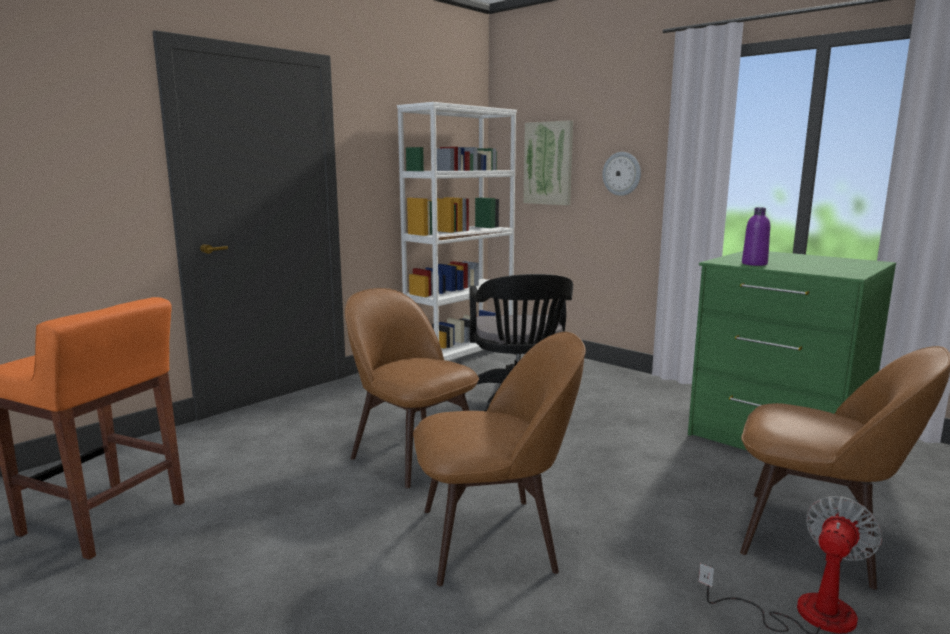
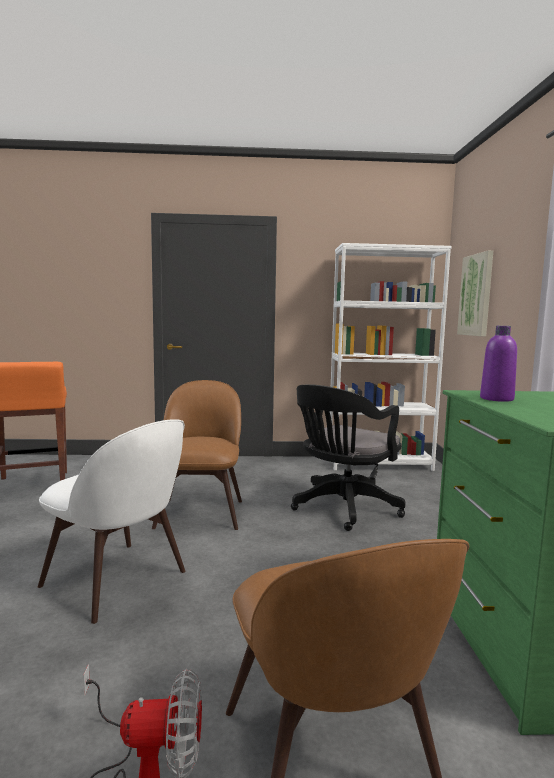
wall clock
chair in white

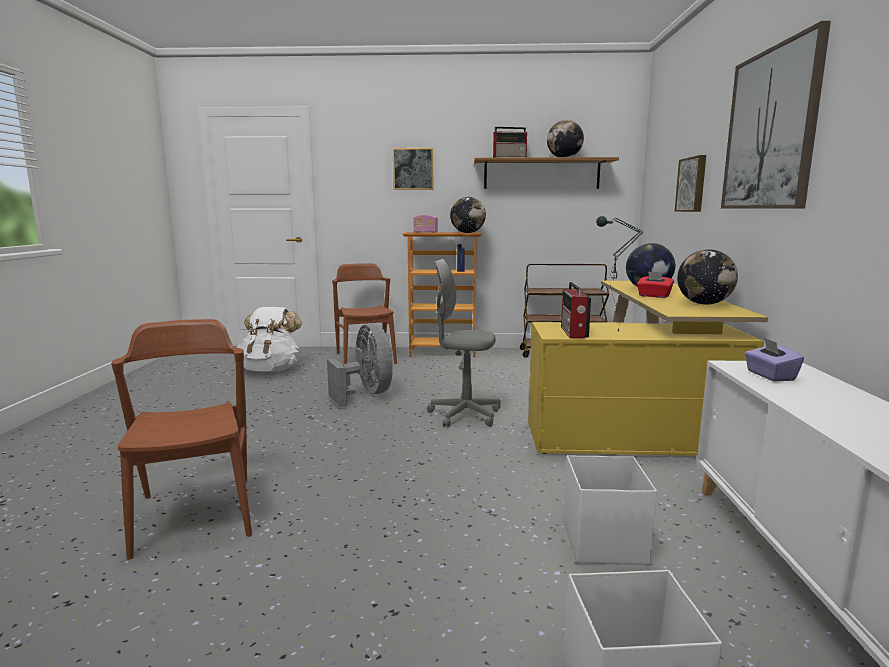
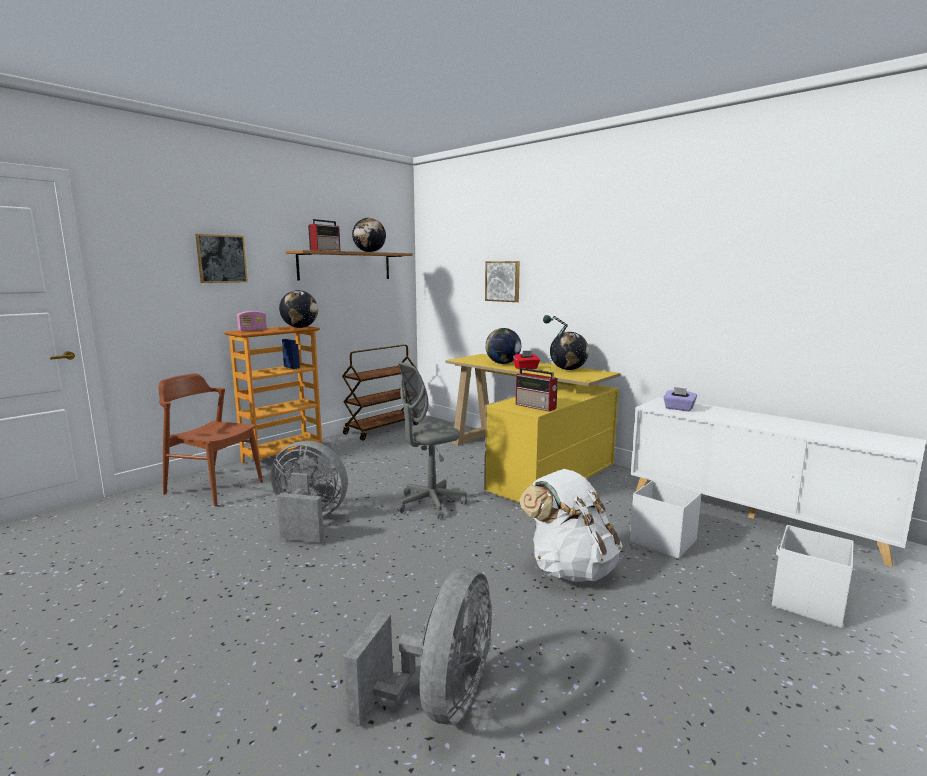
picture (no. 3 from left in the first image)
backpack in white
fan in grey (no. 2 from left)

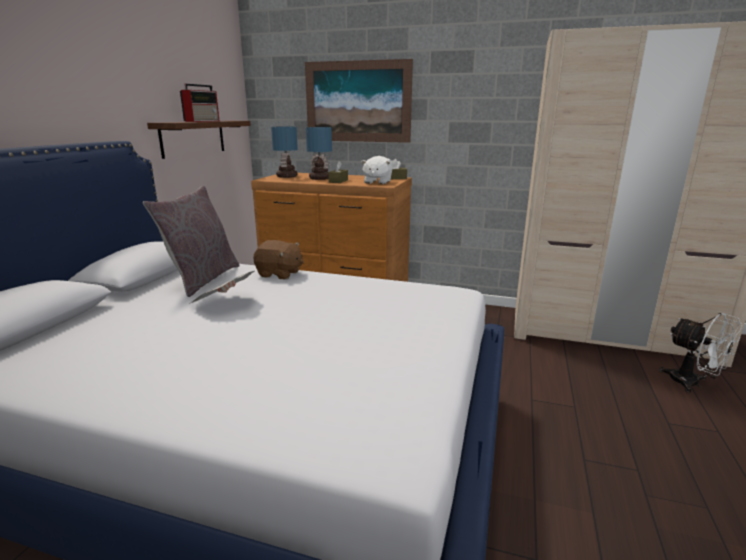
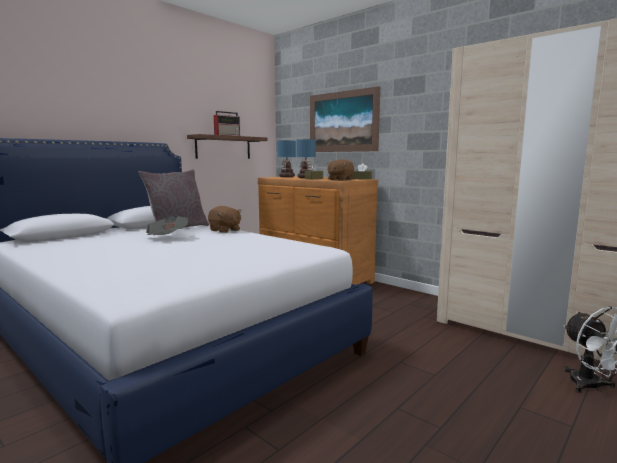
plush toy in brown (no. 2 from left)

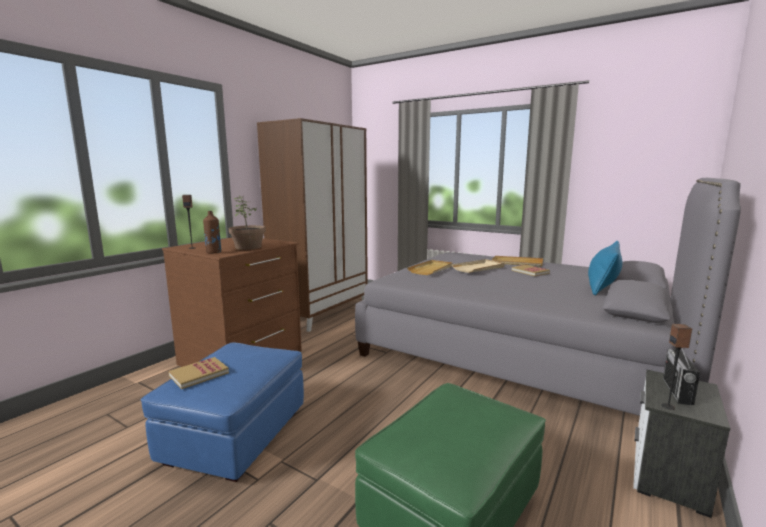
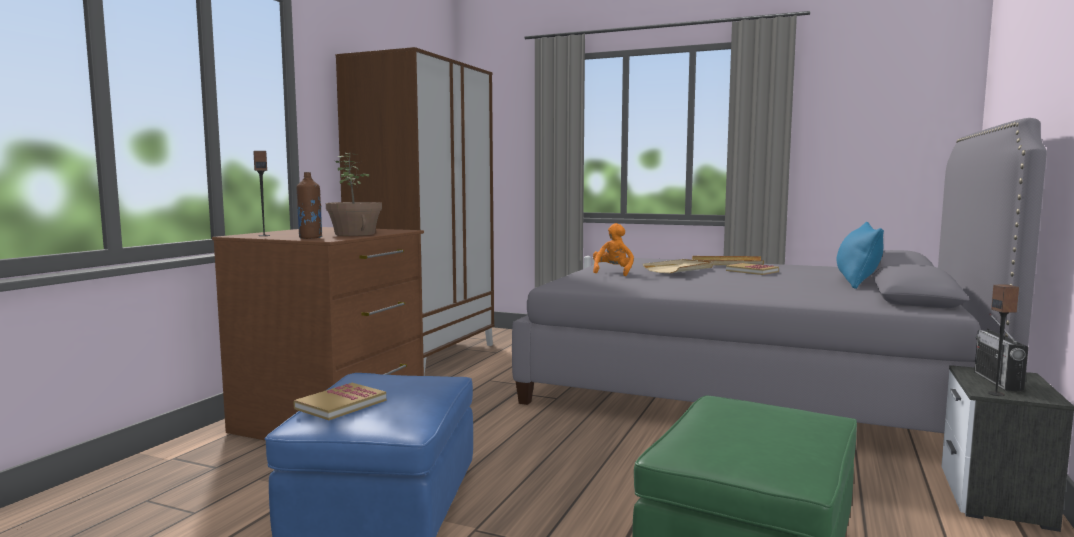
plush toy in orange

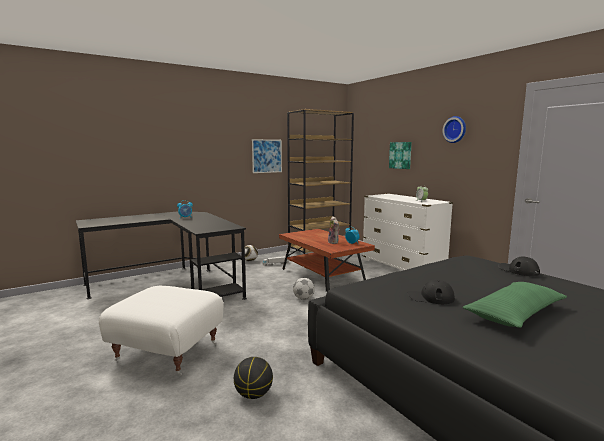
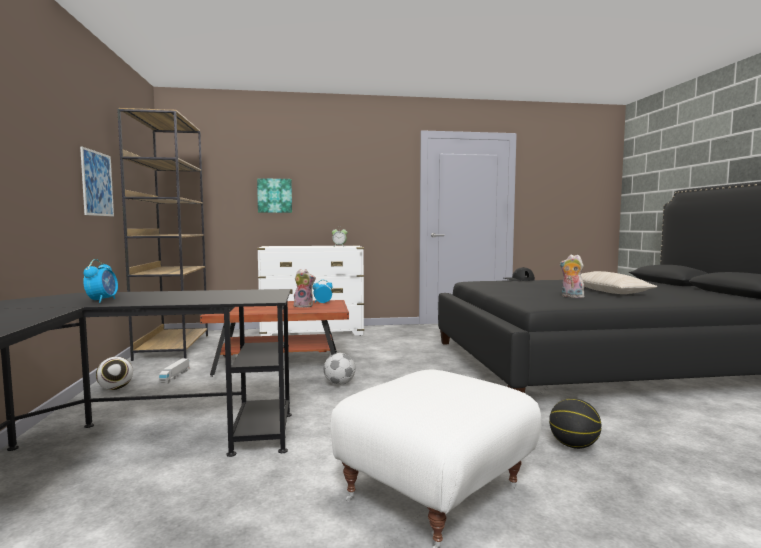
wall clock
plush toy (no. 2 from left)
pillow in beige

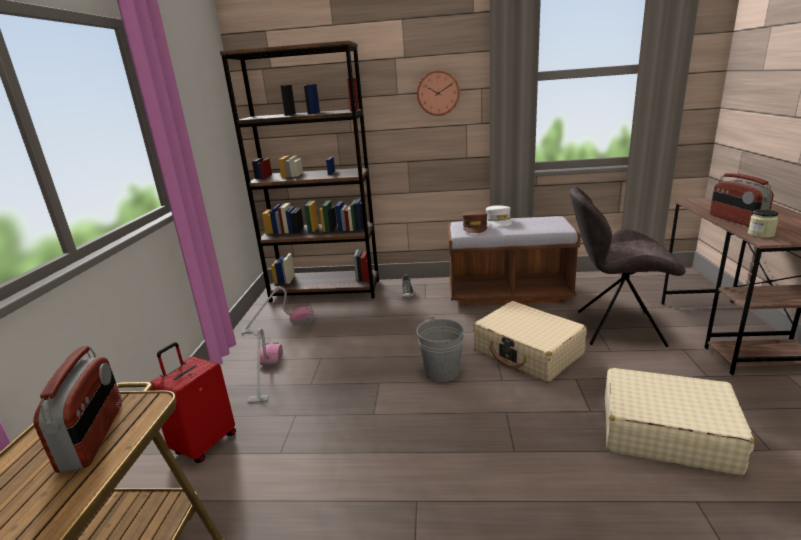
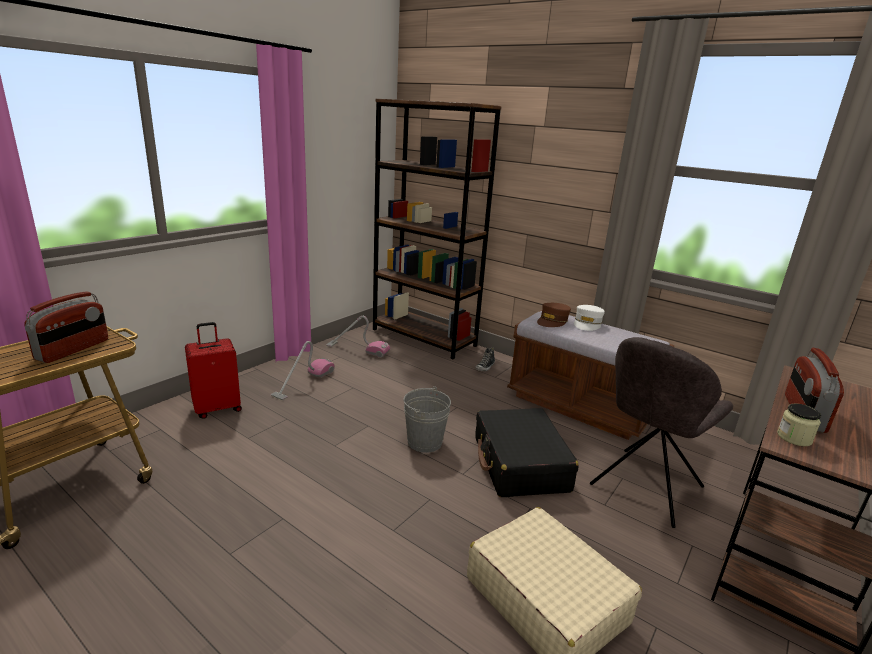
wall clock
chair in grey
suitcase in black

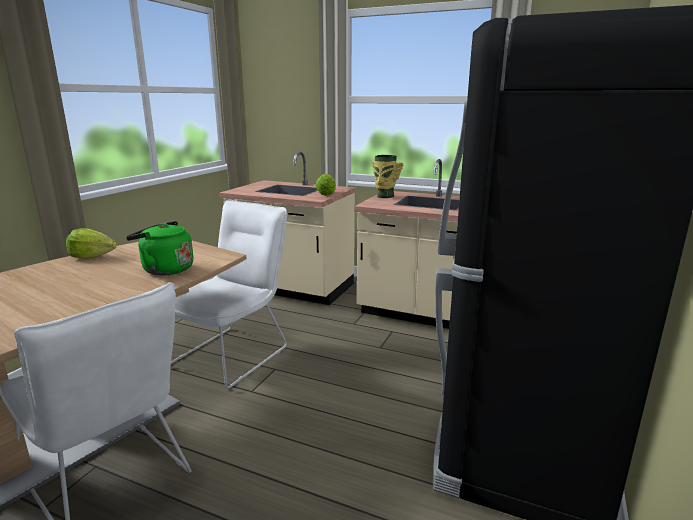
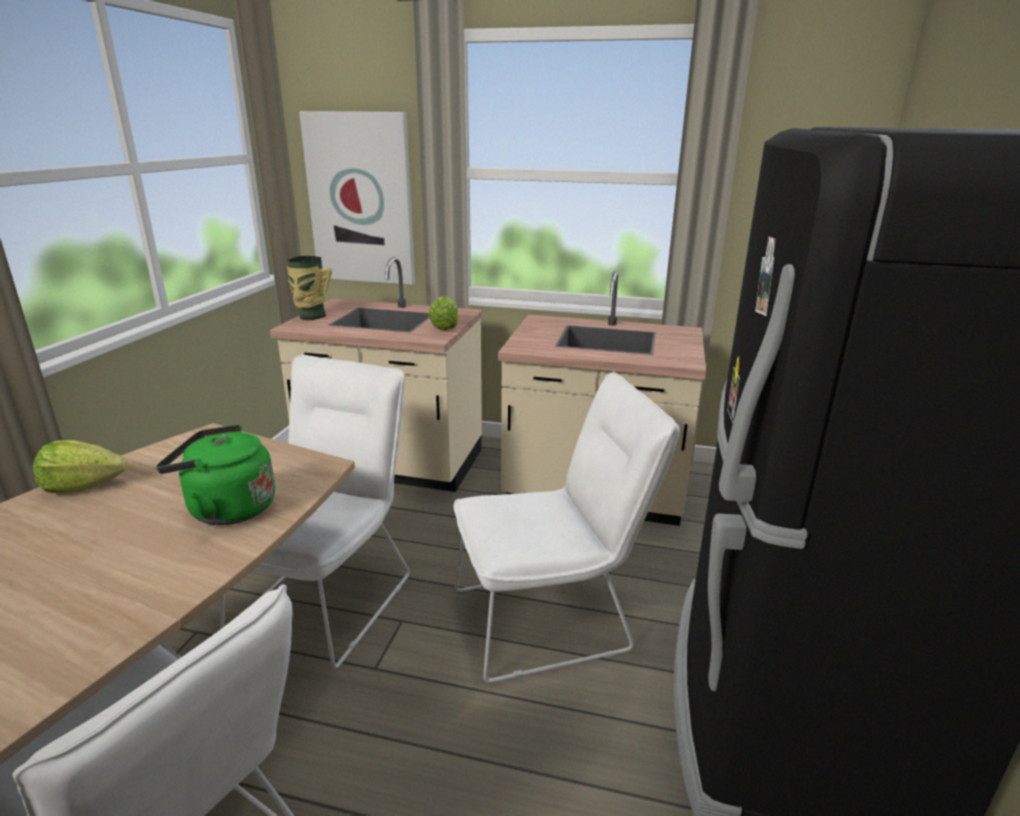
vase
picture
chair in white (no. 3 from left)

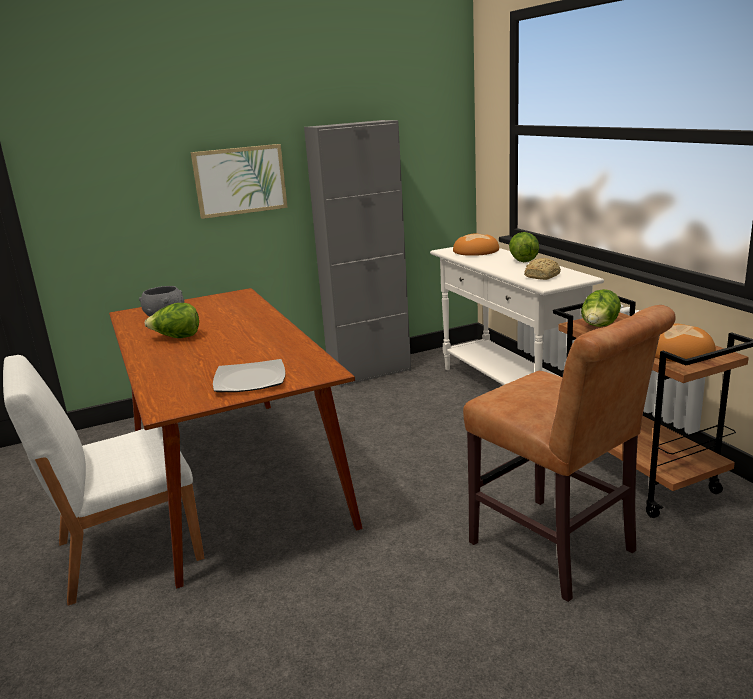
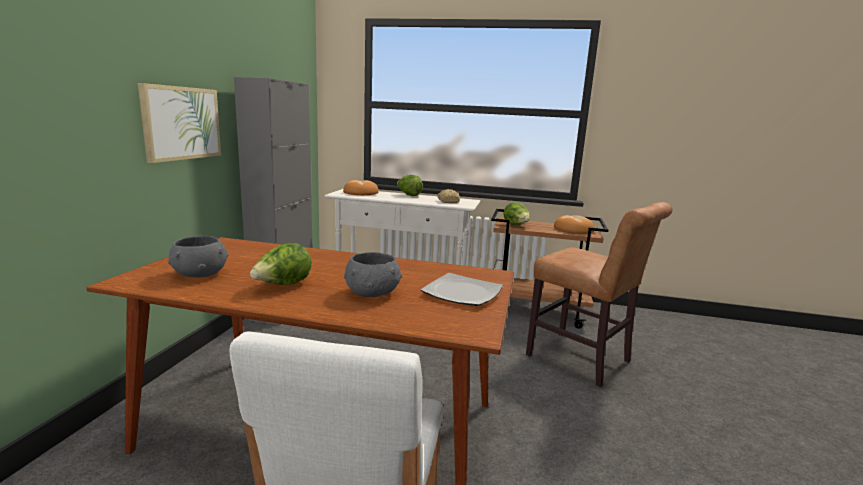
chair in brown
bowl in grey (no. 2 from left)

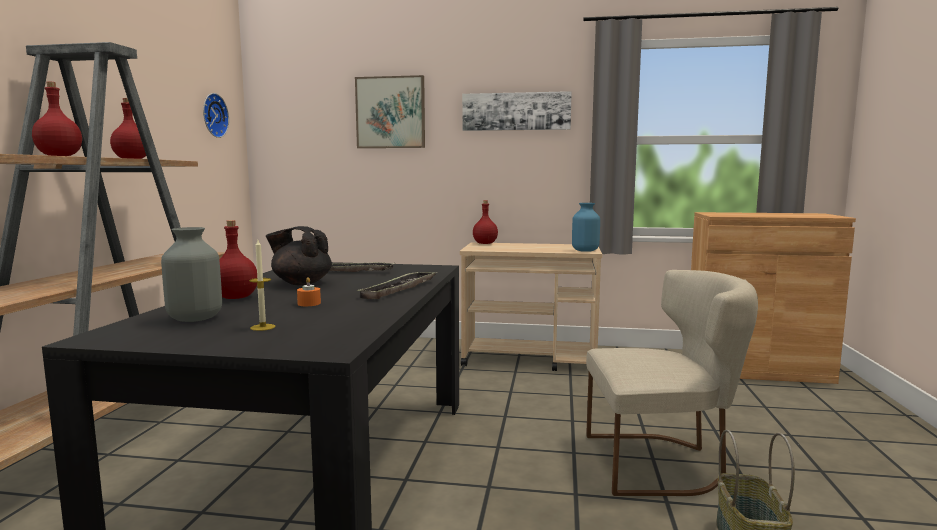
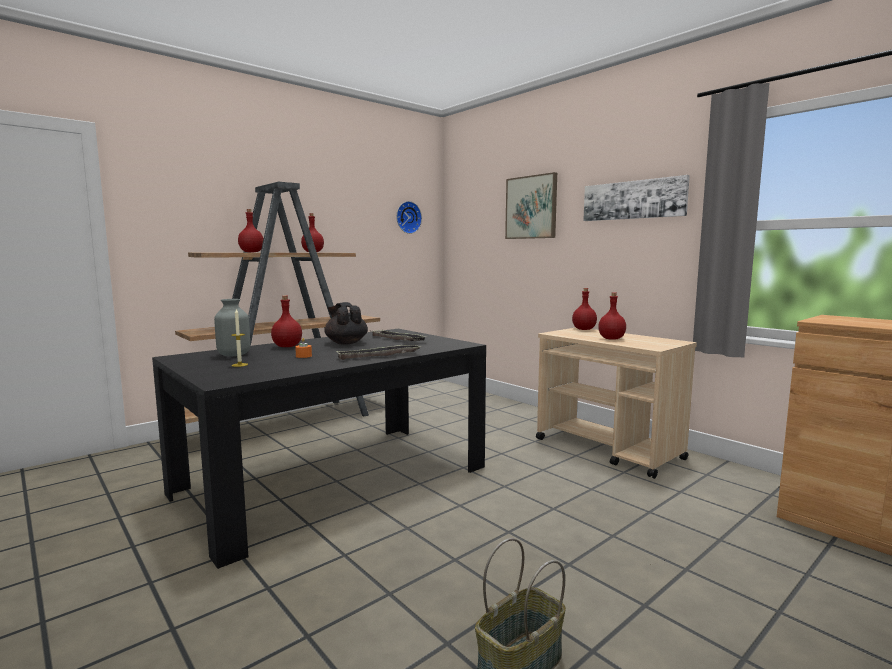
vase in blue
chair in beige
bottle in red (no. 5 from left)

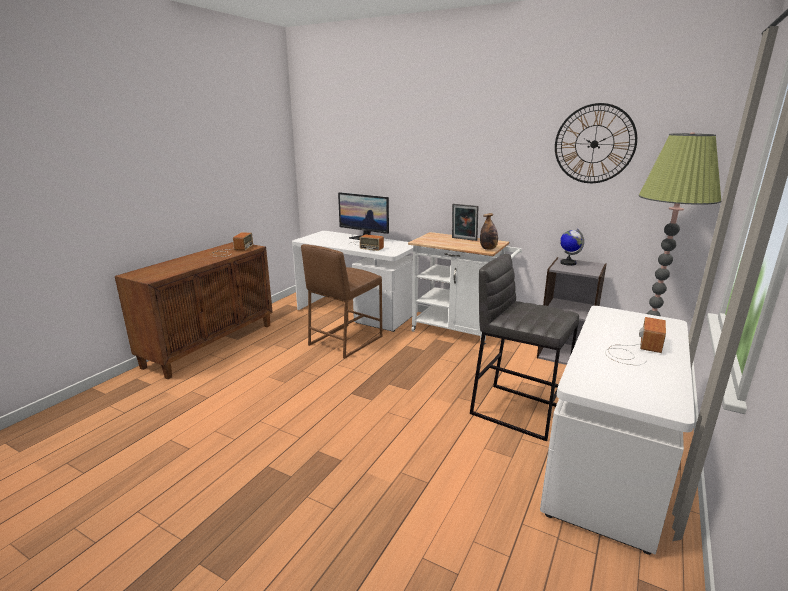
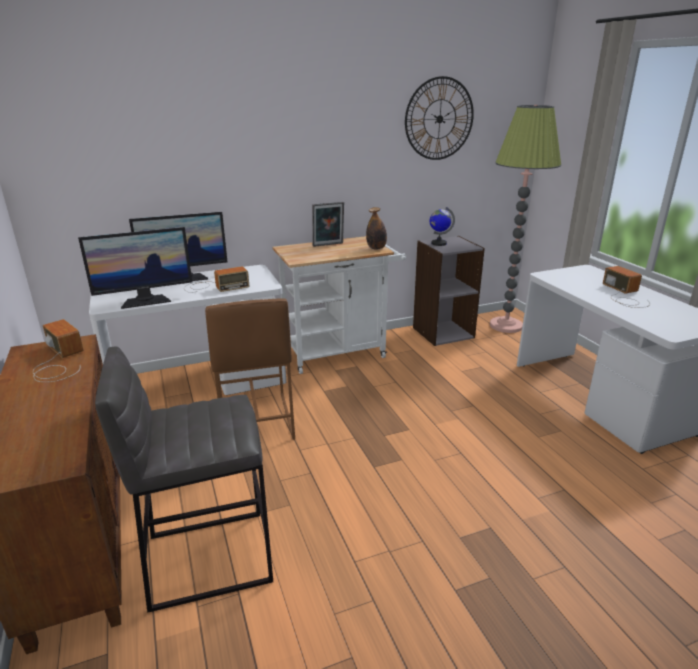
stool in grey
monitor (no. 1 from left)

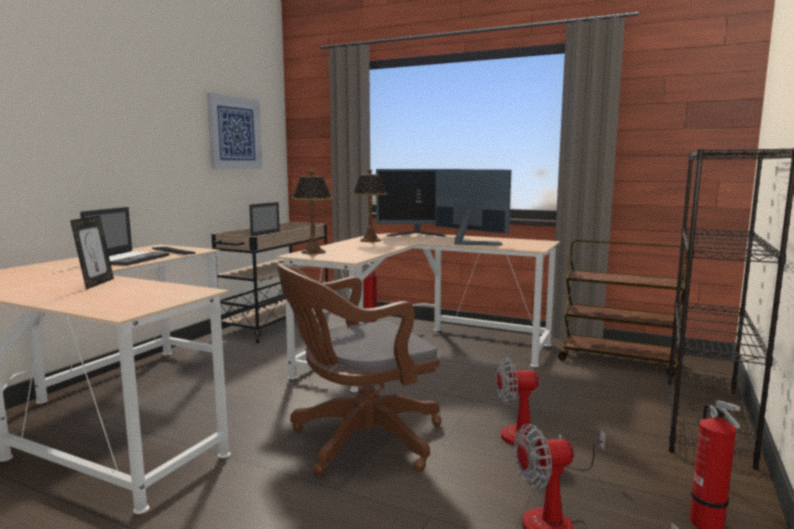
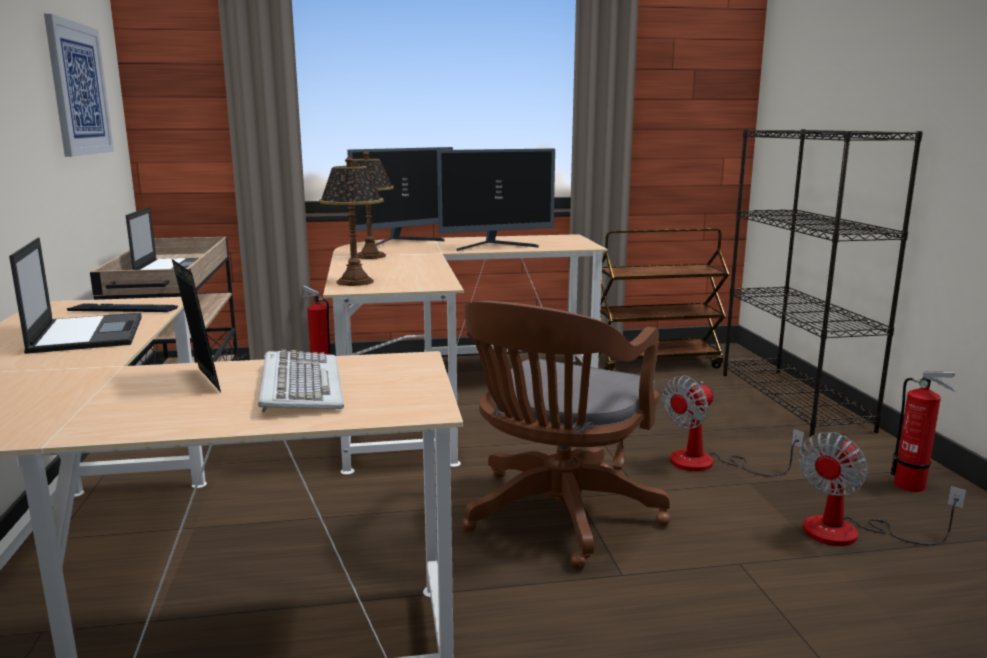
monitor (no. 2 from left)
keyboard (no. 2 from left)

